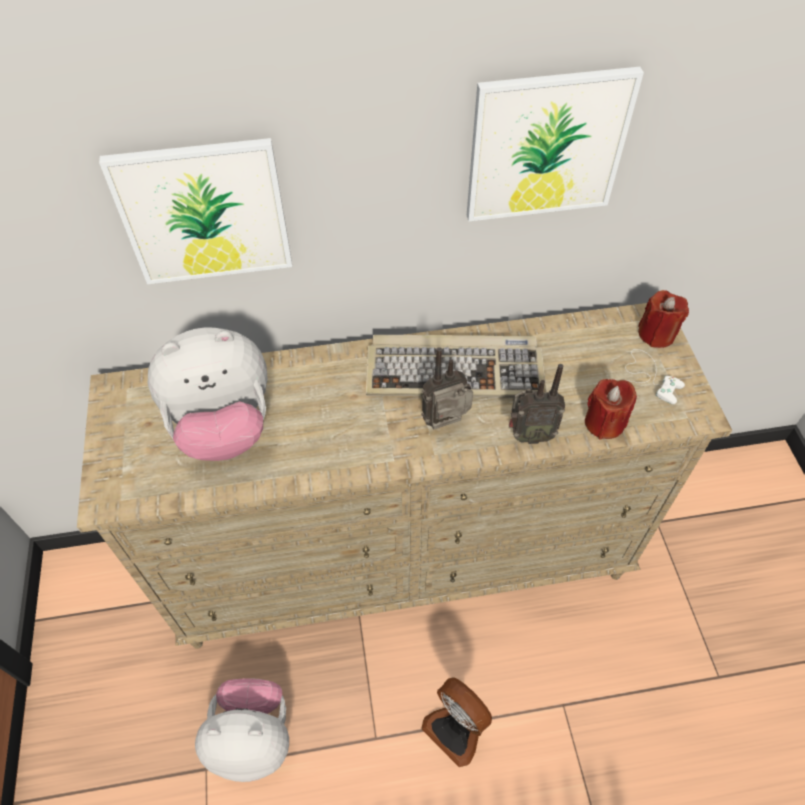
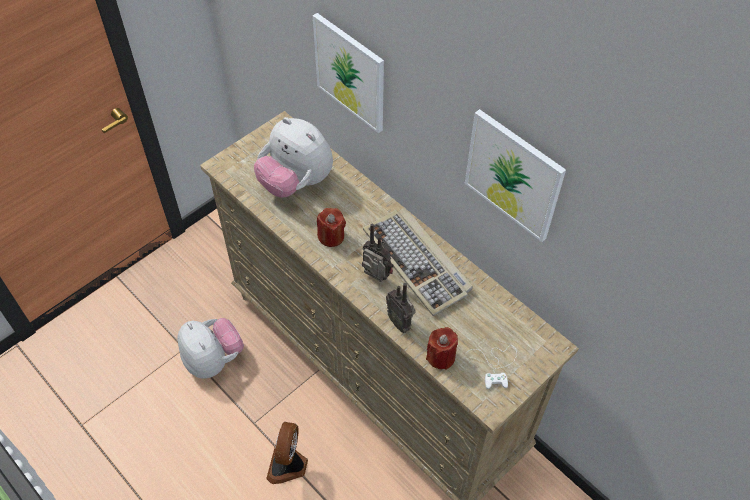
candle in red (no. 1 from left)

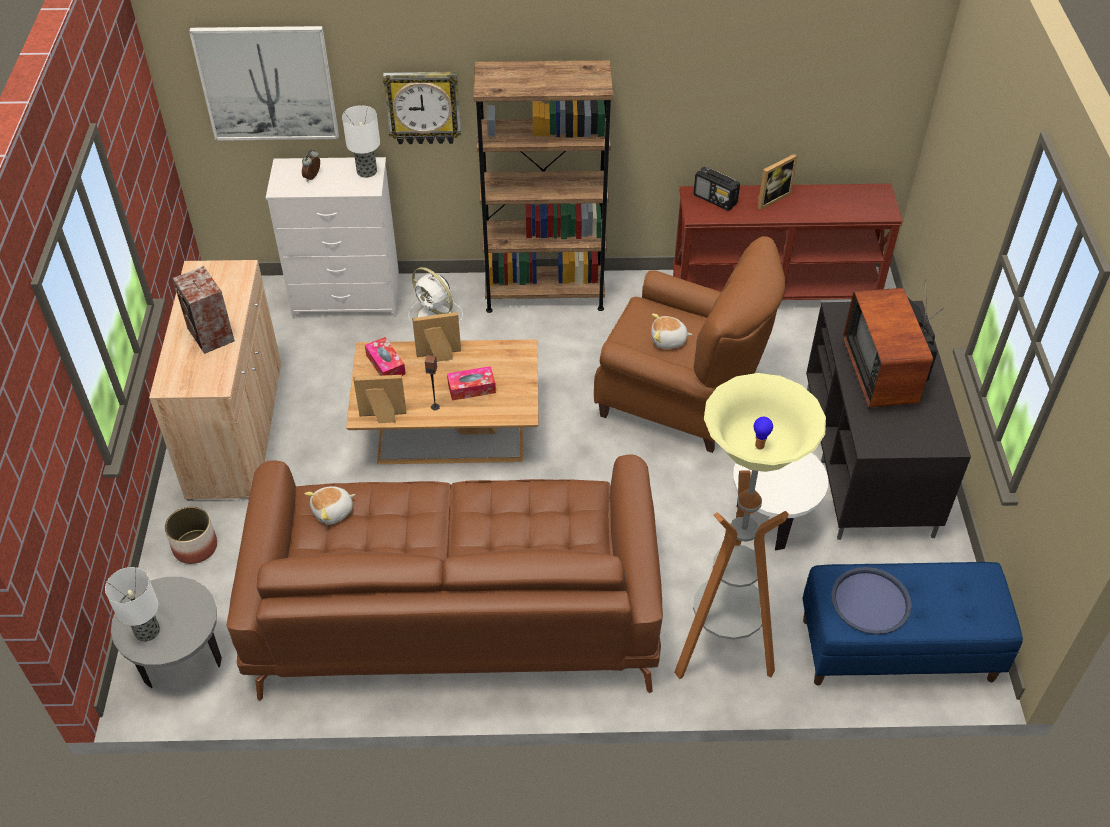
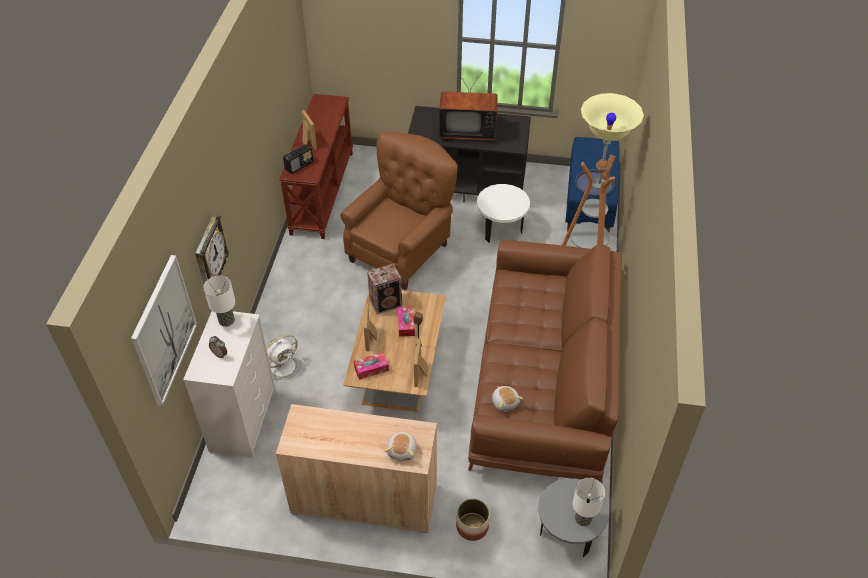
bookcase in brown
speaker (no. 1 from left)
plush toy (no. 1 from left)

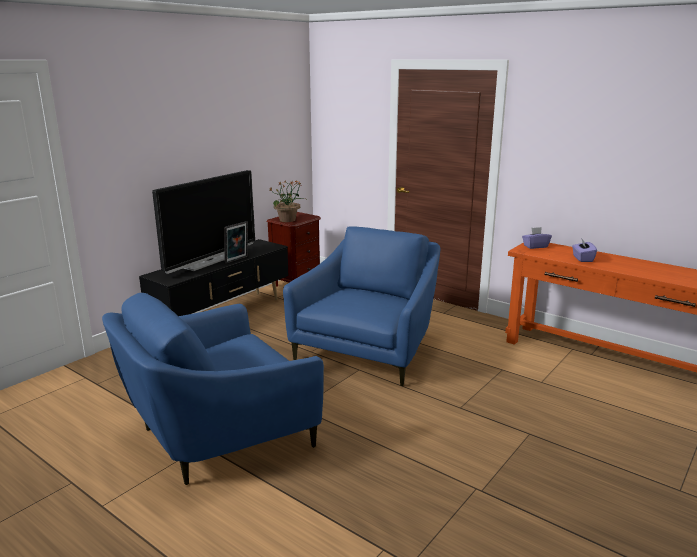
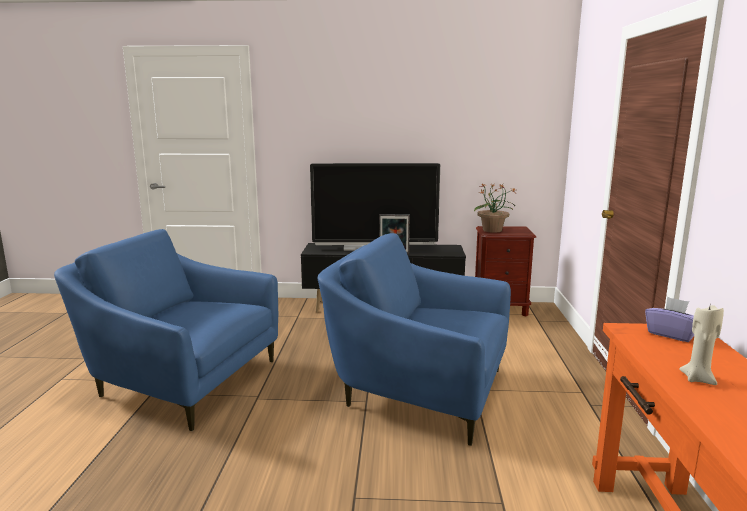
armchair in blue (no. 2 from left)
candle in beige

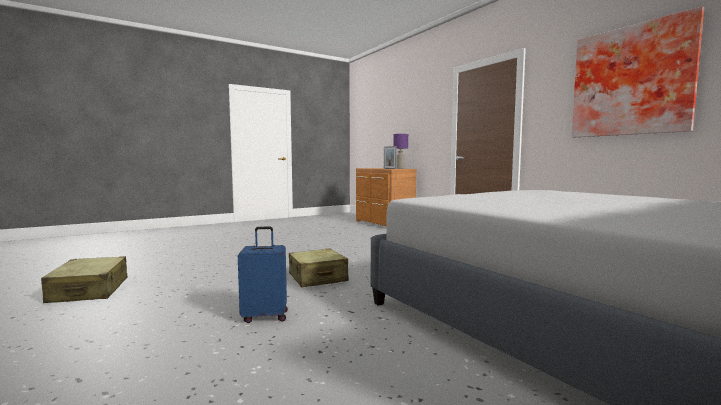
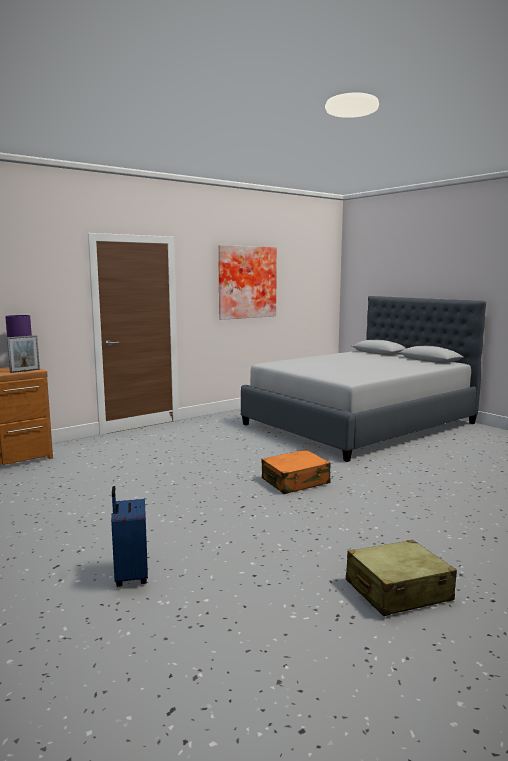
suitcase in blue
suitcase in orange

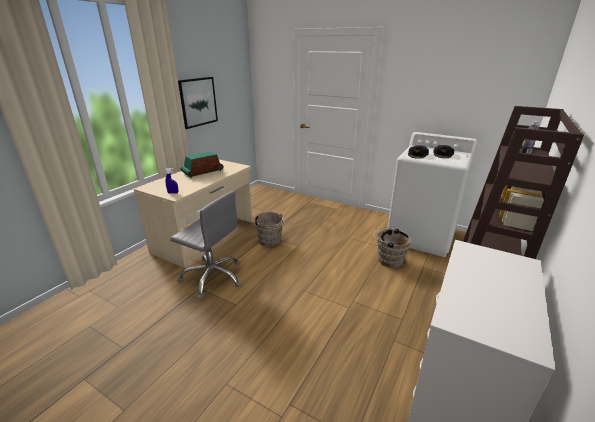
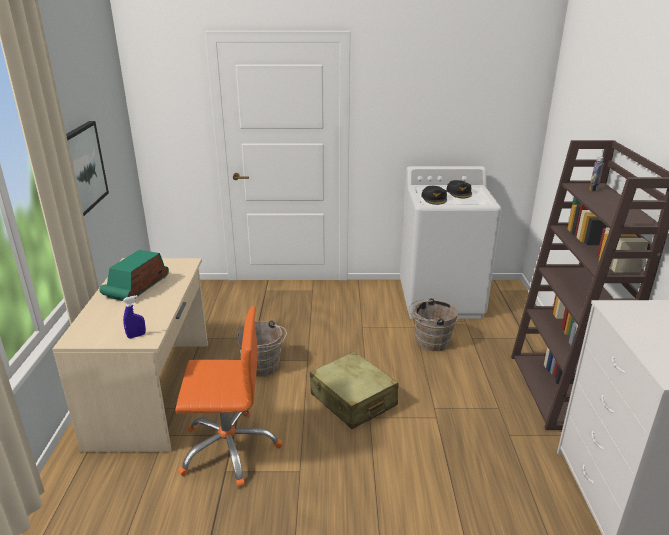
office chair in orange
suitcase in beige

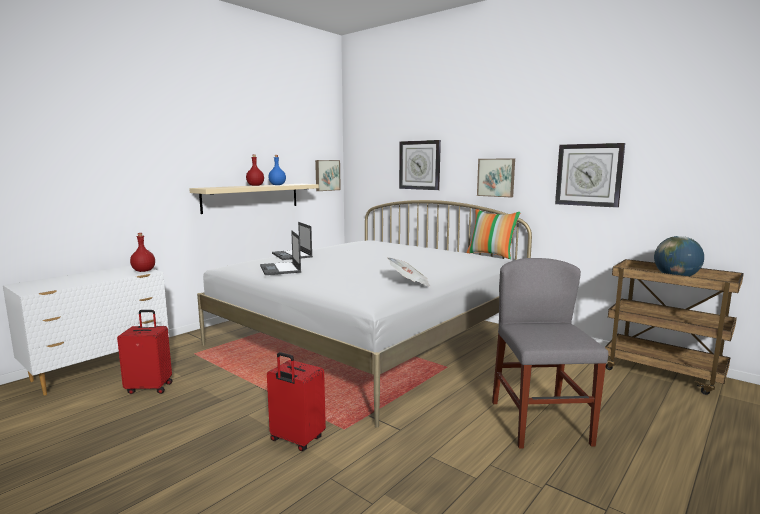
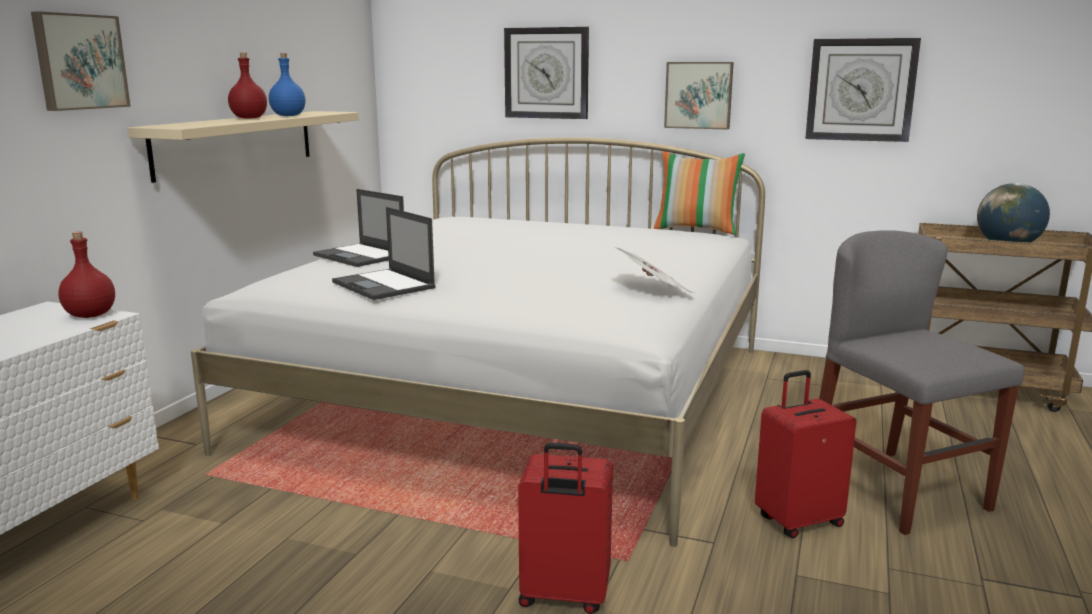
picture (no. 1 from left)
suitcase in red (no. 2 from left)

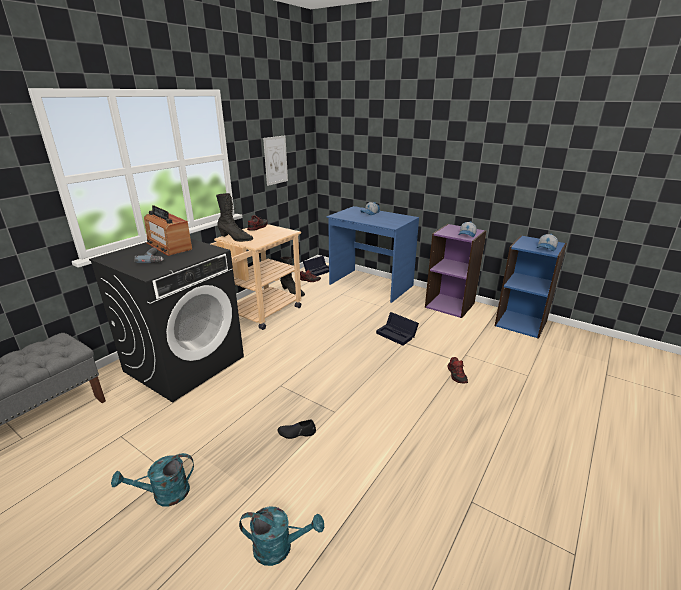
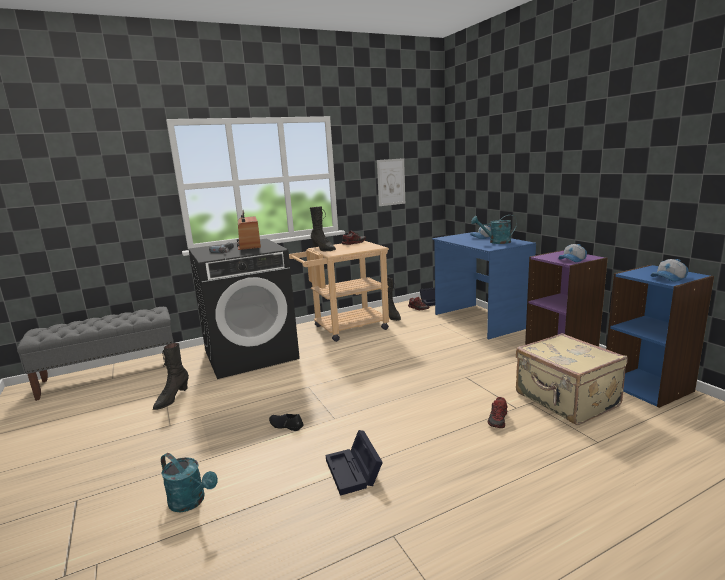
storage box in black (no. 1 from left)
watering can in turquoise (no. 2 from left)
suitcase in beige
boot in black (no. 1 from left)

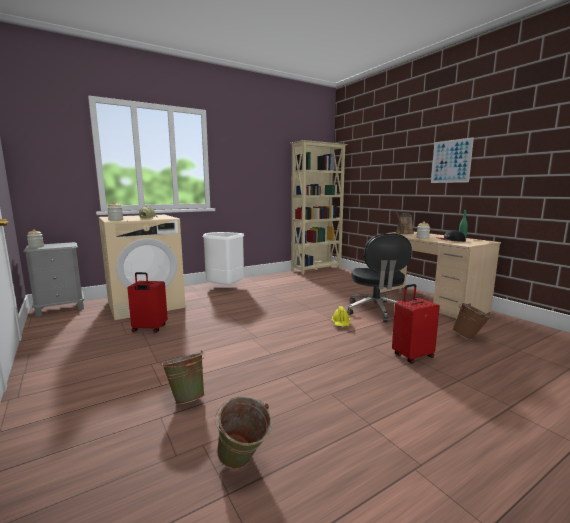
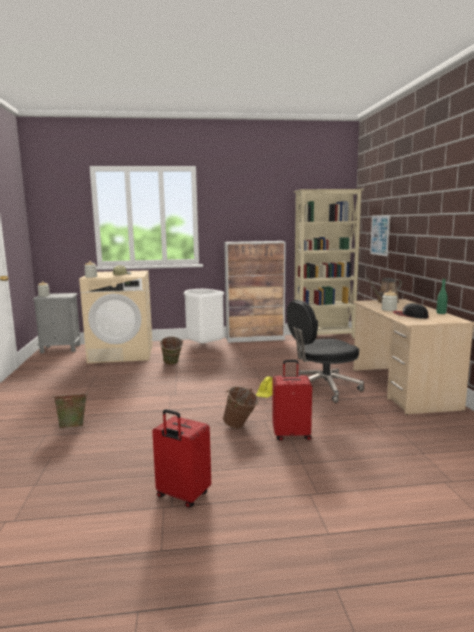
picture
office chair in black
suitcase in red (no. 1 from left)
bucket in brown
bucket in green (no. 2 from left)
cabinet

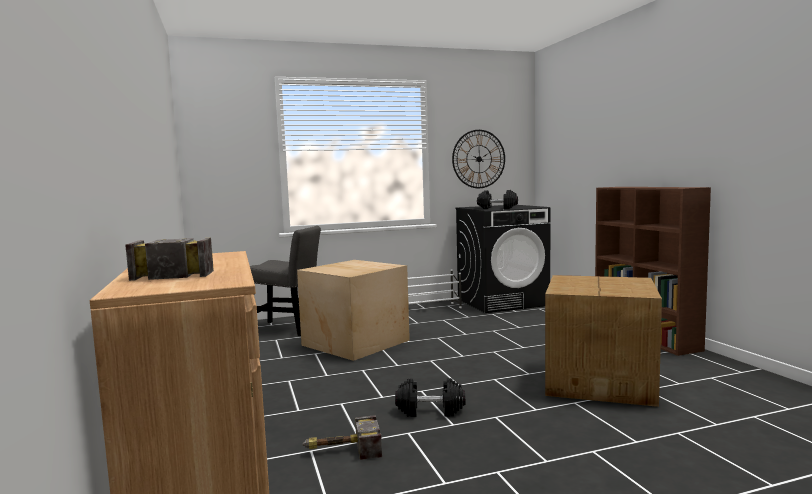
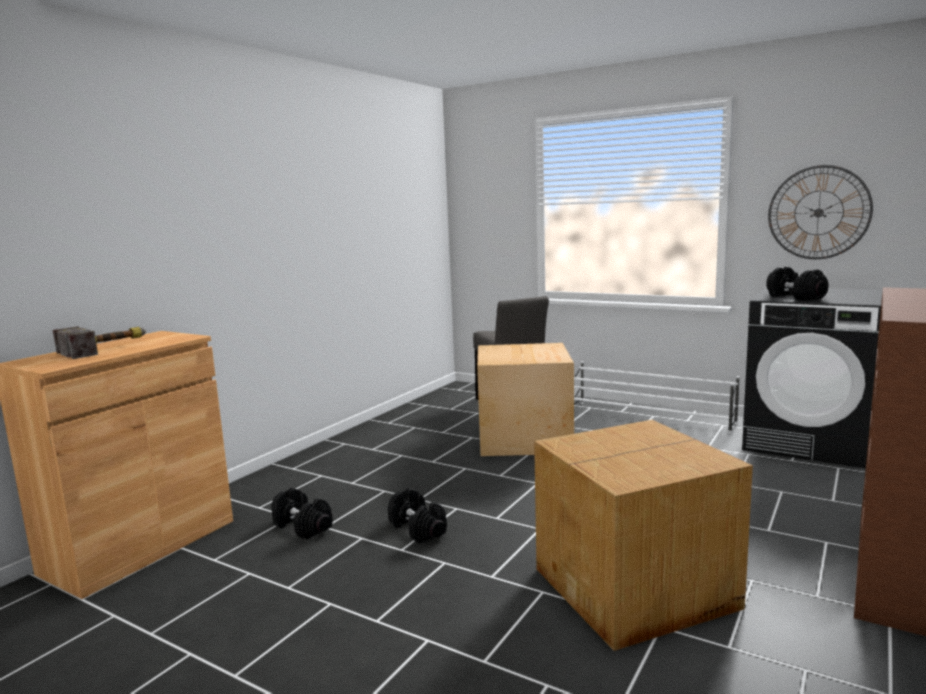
dumbbell in black (no. 1 from left)

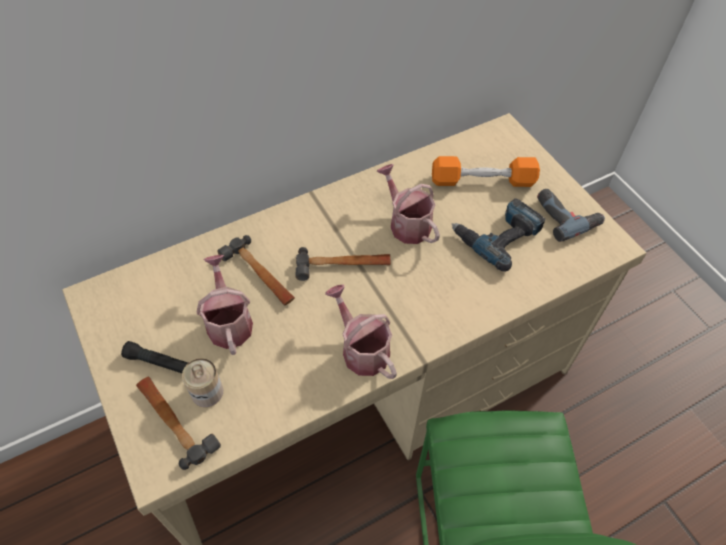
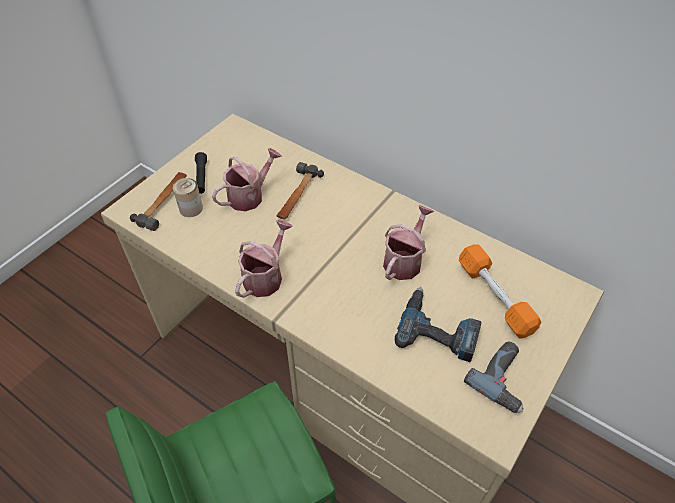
hammer (no. 3 from left in the first image)

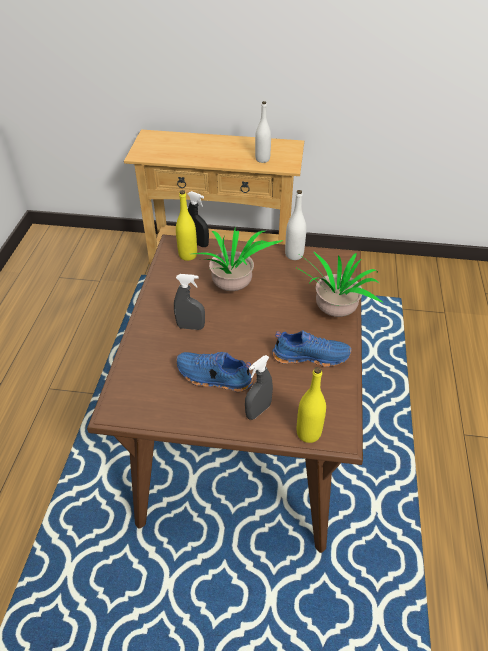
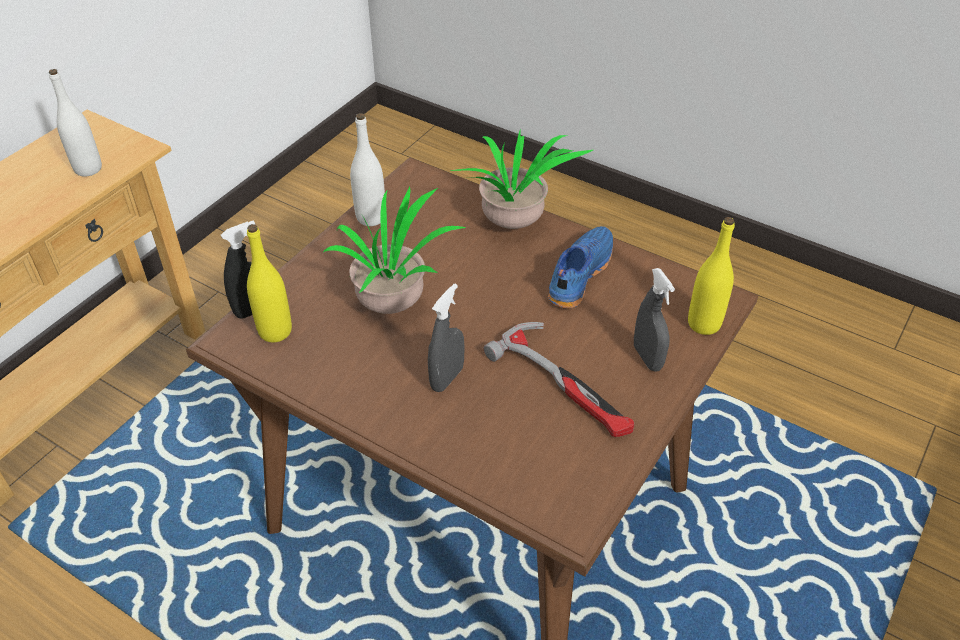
hammer

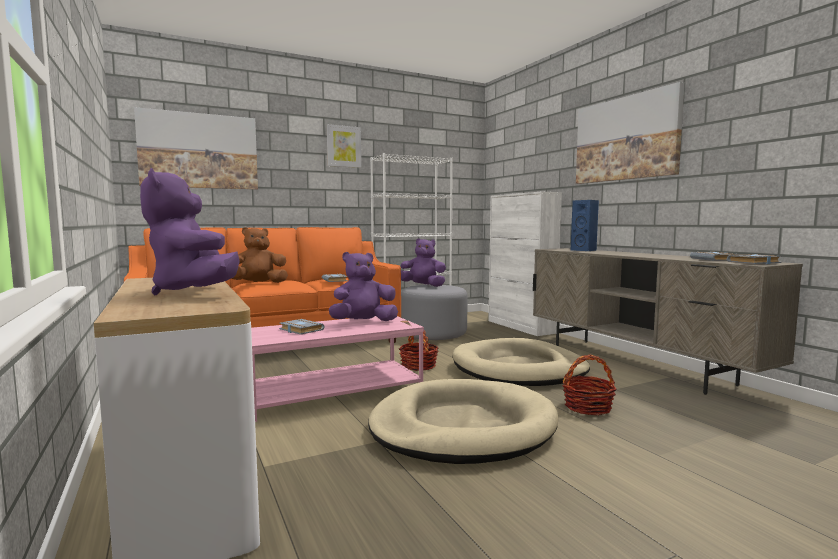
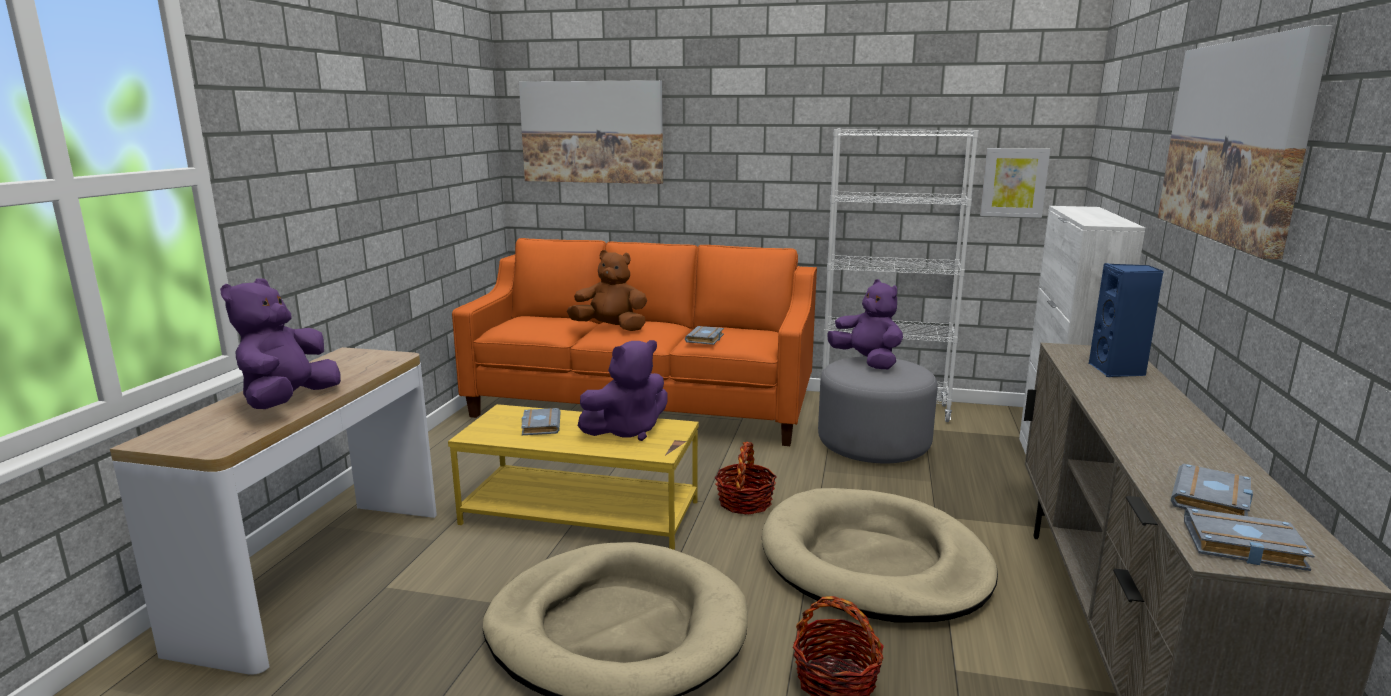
picture (no. 2 from left)
plush toy in purple (no. 2 from left)
coffee table in yellow

